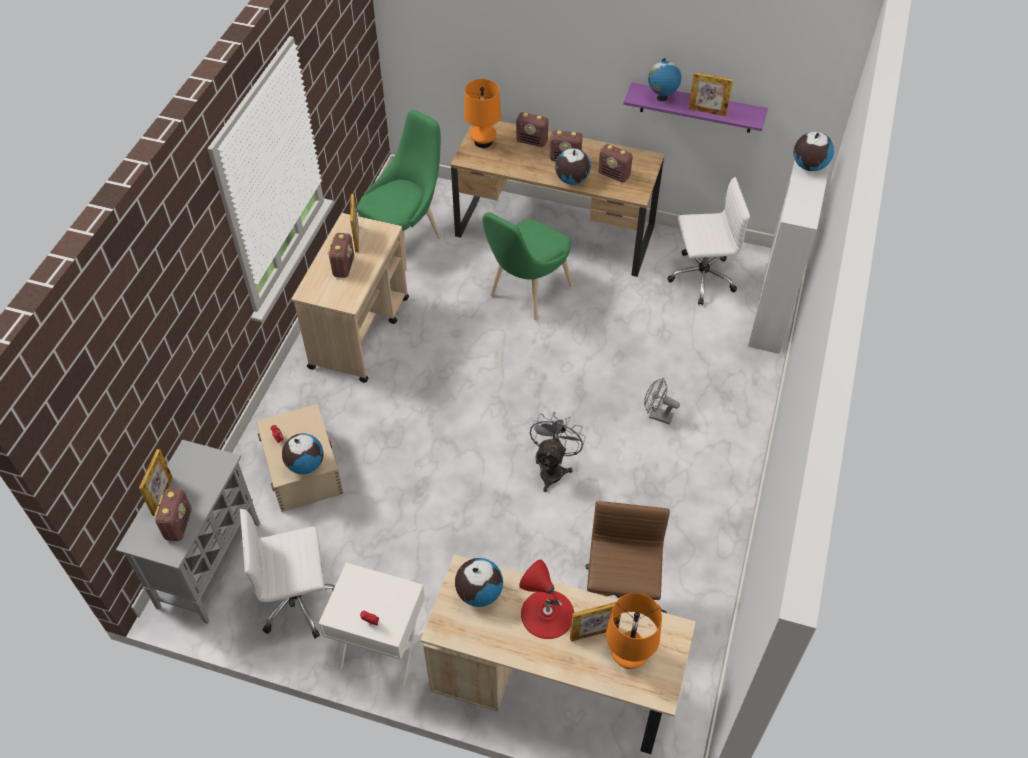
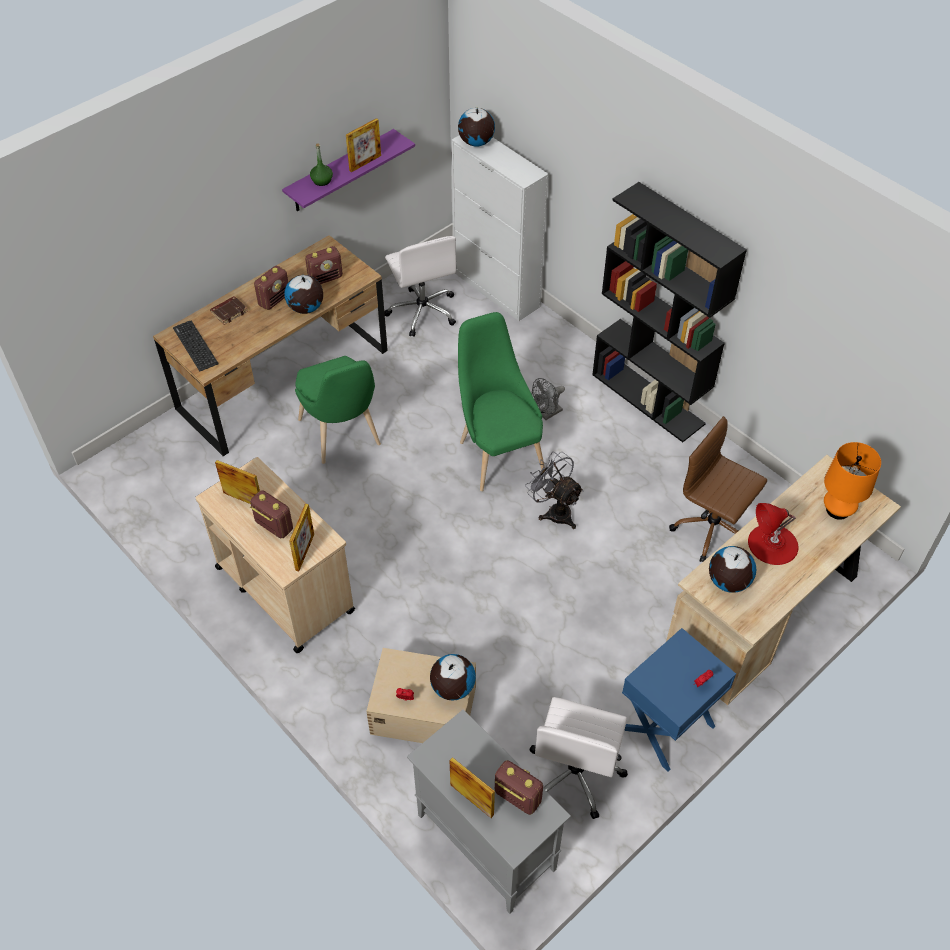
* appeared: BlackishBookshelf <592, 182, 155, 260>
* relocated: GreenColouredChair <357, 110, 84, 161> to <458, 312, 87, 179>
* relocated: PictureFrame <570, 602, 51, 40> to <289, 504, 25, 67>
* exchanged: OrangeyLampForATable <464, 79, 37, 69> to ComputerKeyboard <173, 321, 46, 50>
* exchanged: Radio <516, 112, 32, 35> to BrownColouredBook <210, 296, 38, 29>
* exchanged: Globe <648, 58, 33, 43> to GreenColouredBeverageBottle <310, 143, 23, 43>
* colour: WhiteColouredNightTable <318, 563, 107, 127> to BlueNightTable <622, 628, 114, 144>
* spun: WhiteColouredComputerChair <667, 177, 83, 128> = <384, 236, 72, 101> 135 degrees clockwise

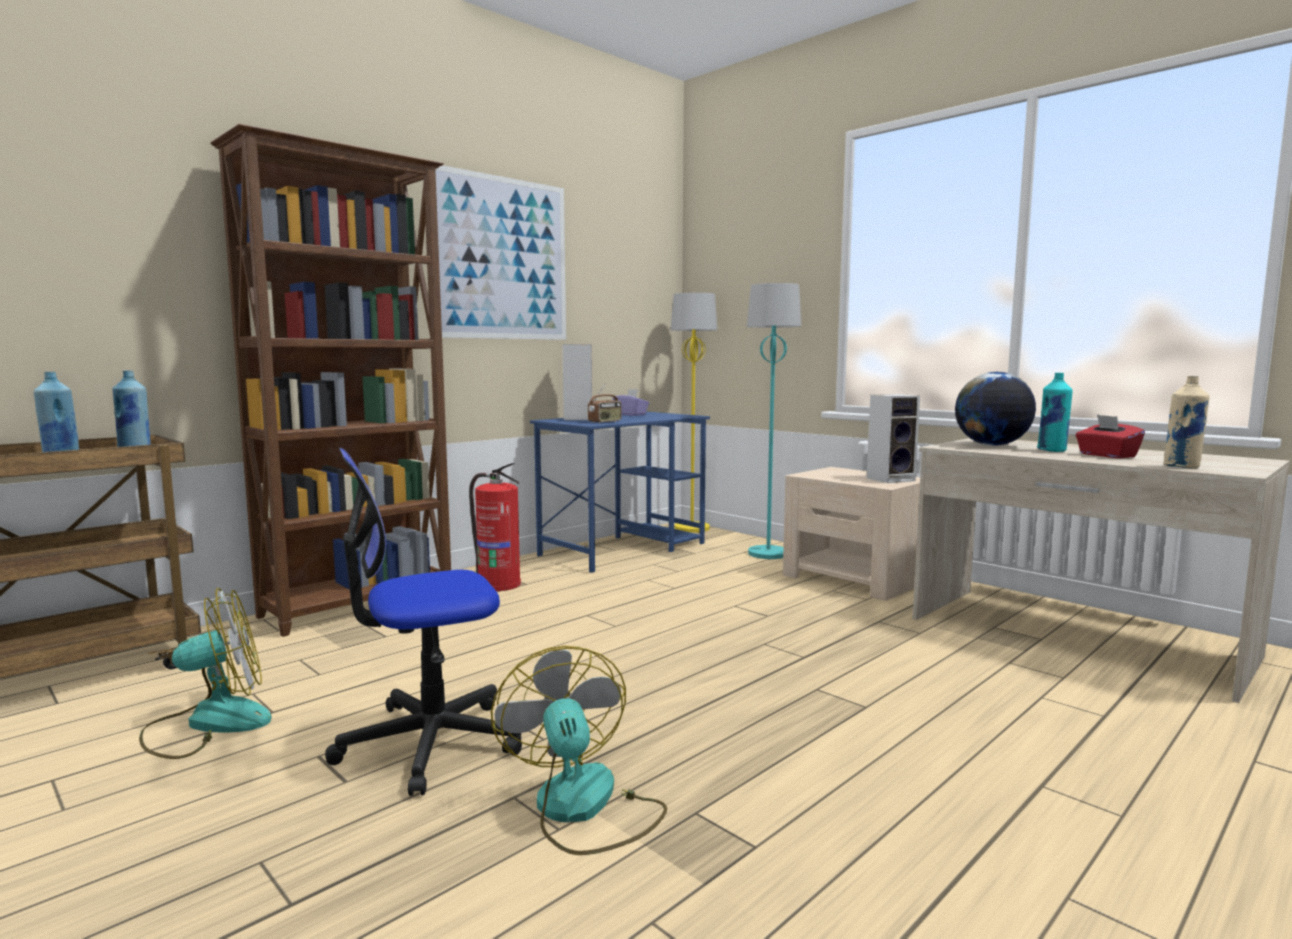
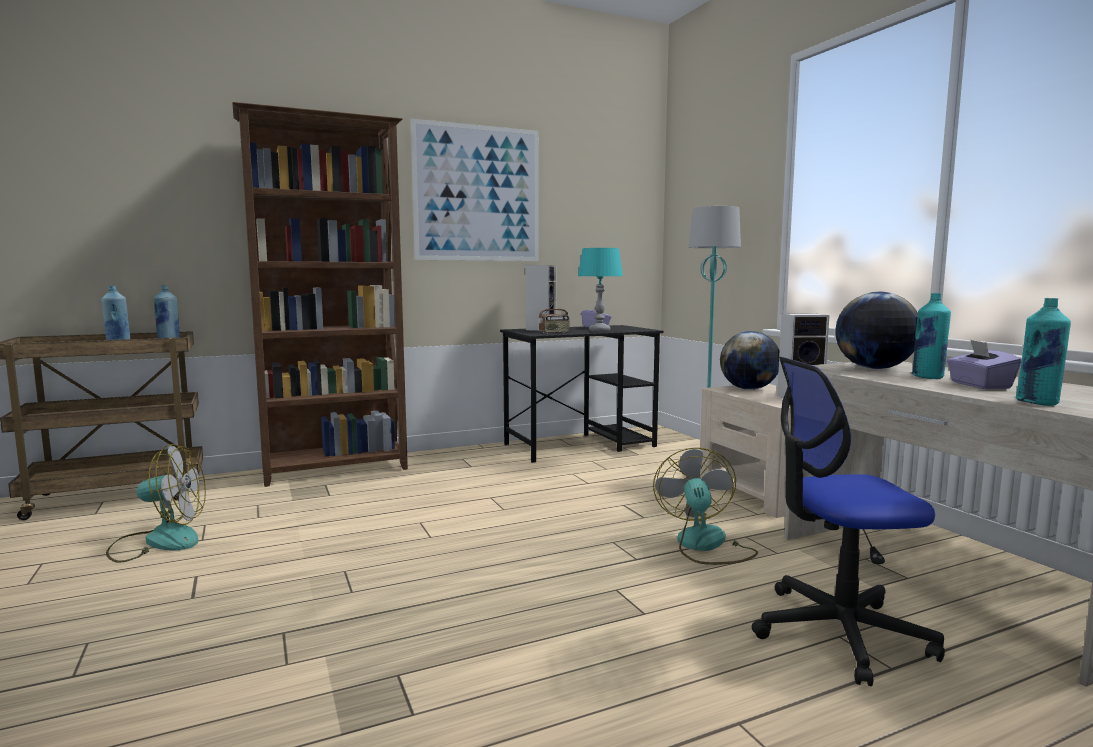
* missing: FireFightingCylinder <469, 463, 52, 128>
* missing: YellowishStandardLamp <671, 293, 46, 240>
* appeared: TurquoiseLampForATable <578, 248, 45, 84>
* appeared: Globe <720, 331, 60, 59>
* relocated: ComputerChair <325, 448, 197, 348> to <752, 357, 193, 329>
* relocated: Fan <491, 646, 176, 209> to <653, 448, 105, 117>
* colour: BlueDeskUnit <530, 412, 180, 161> to BlackishDeskUnit <500, 325, 163, 138>
* colour: RedColouredBoxOfTissues <1076, 415, 69, 43> to PurpleColouredBoxOfTissues <947, 340, 75, 49>
* colour: BeigeBeverageBottle <1164, 376, 46, 93> to TurquoiseBeverageBottle <1016, 298, 55, 108>

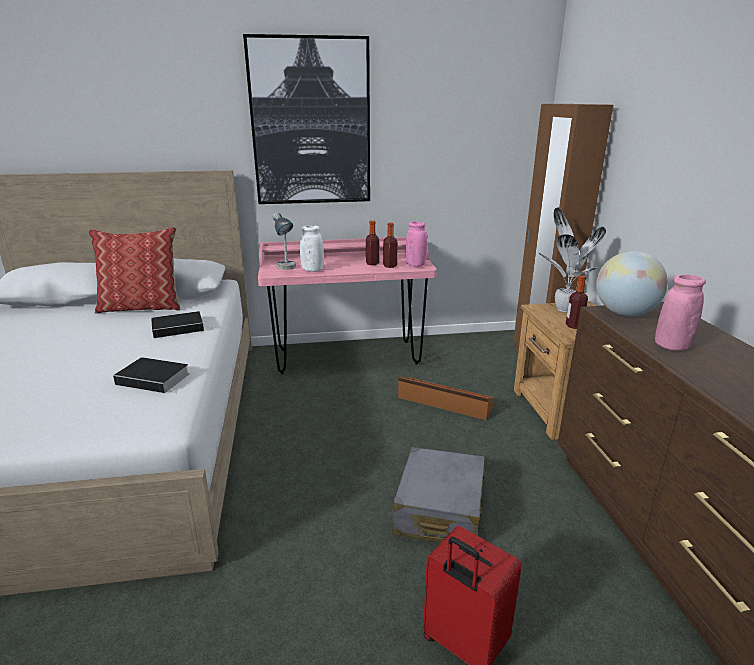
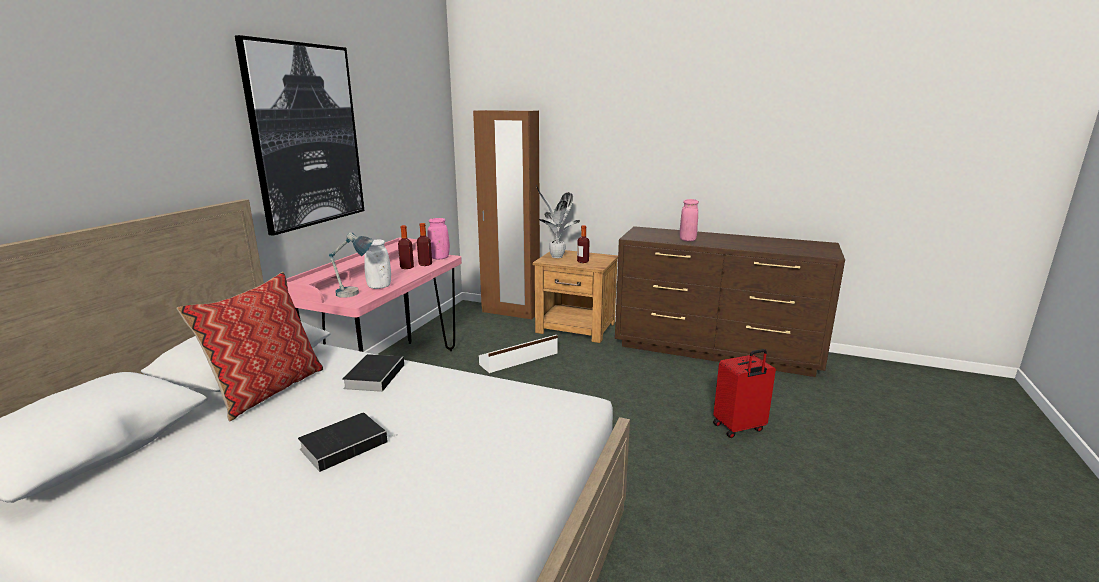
* missing: GreyishTravelCase <392, 447, 93, 96>
* missing: Globe <596, 251, 72, 65>
* relocated: Book <113, 357, 76, 36> to <298, 413, 100, 59>
* colour: BrownColouredStorageContainer <398, 377, 96, 43> to WhiteColouredStorageContainer <479, 335, 79, 38>

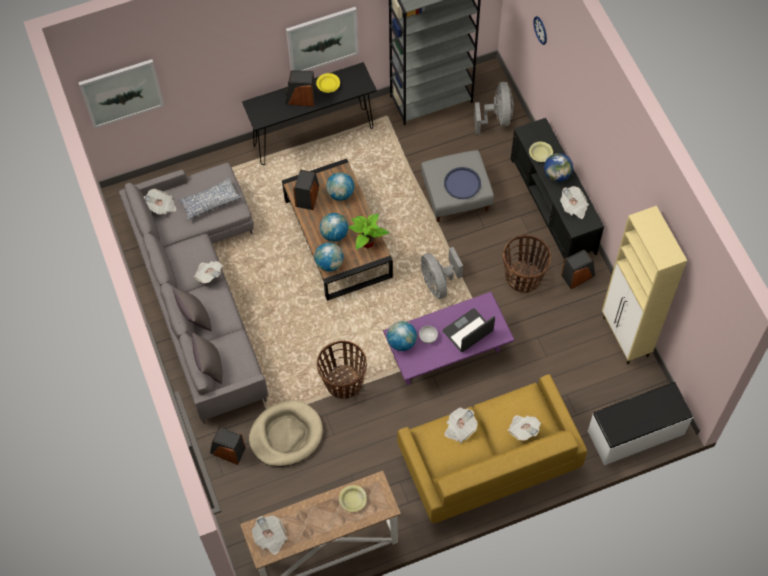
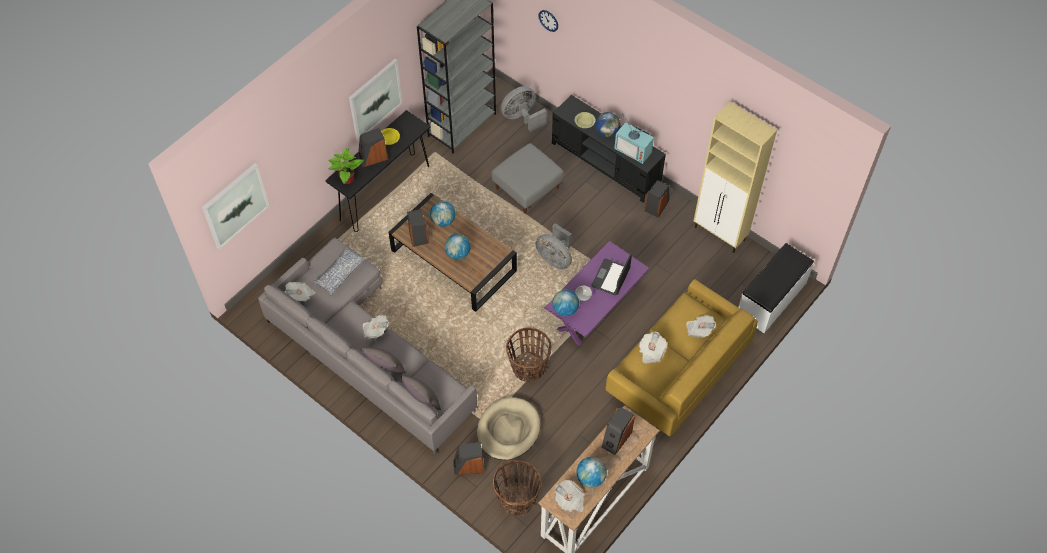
* missing: BlueServingTray <444, 167, 37, 32>
* relocated: Globe <315, 242, 29, 30> to <577, 457, 30, 31>
* relocated: PottedPlant <349, 214, 40, 36> to <329, 148, 35, 36>
* relocated: HouseholdBasket <503, 235, 48, 58> to <493, 460, 48, 56>
* exchanged: YellowishBowl <339, 485, 28, 27> to Loudspeaker <601, 406, 34, 49>
* exchanged: PrintedPaper <560, 186, 29, 33> to TvSet <614, 113, 40, 51>
* spun: GreyishFan <474, 82, 40, 52> = <500, 86, 47, 46> 90 degrees counterclockwise

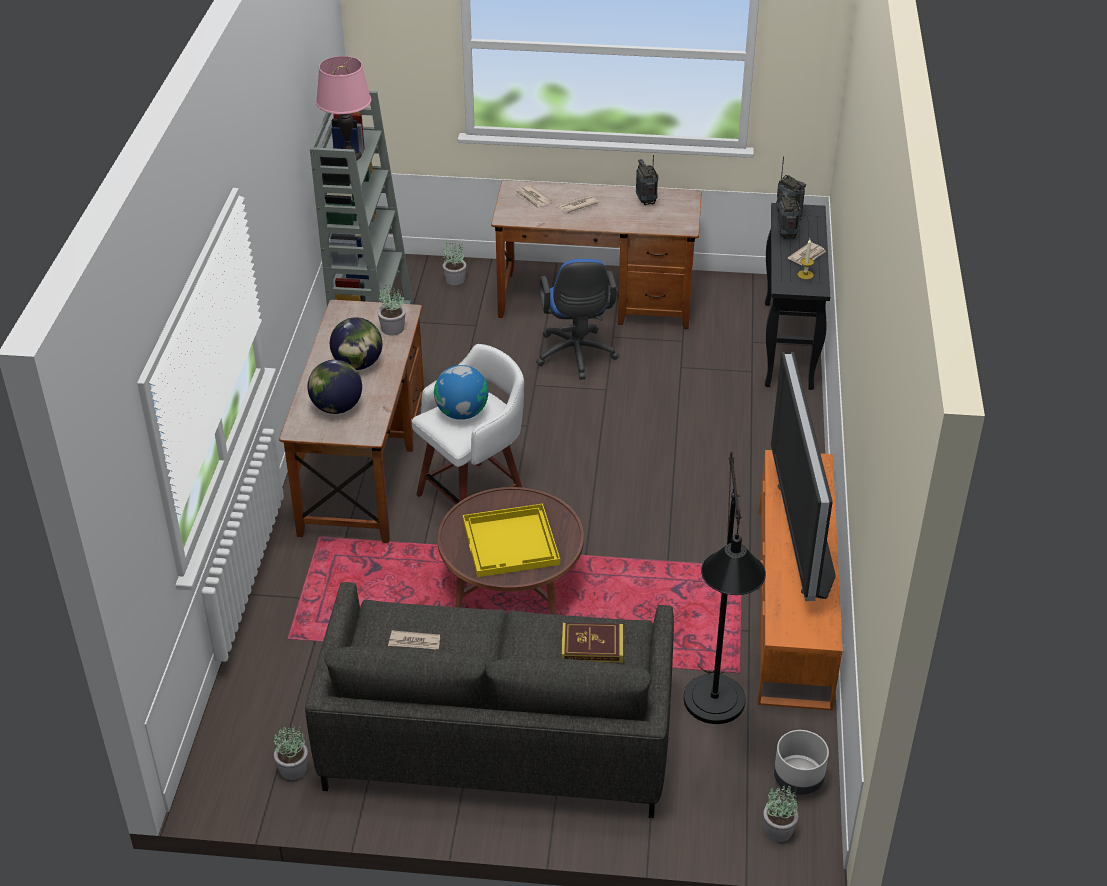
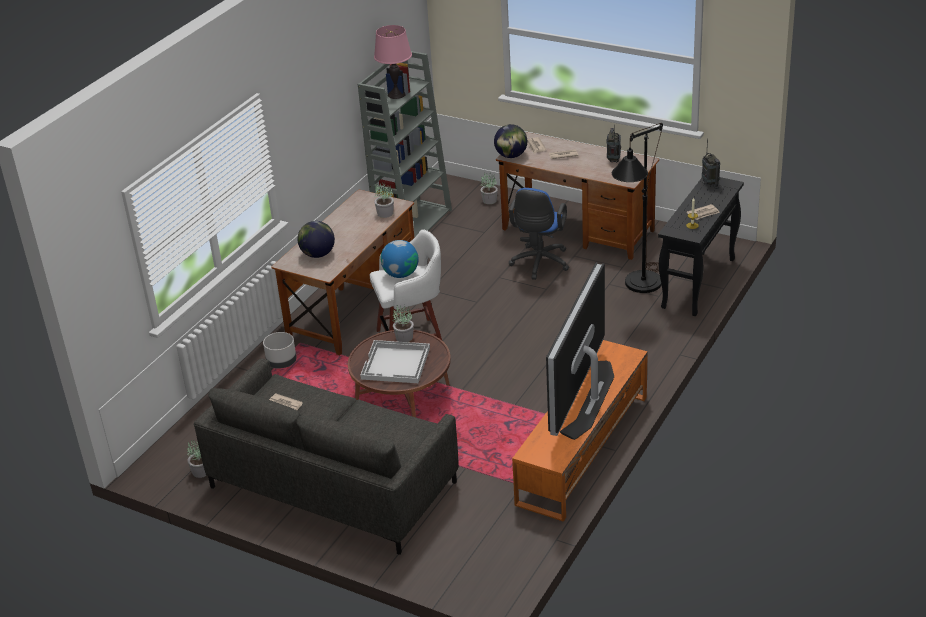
* missing: Book <561, 623, 62, 40>
* missing: Radio <777, 188, 24, 51>
* relocated: Globe <330, 317, 52, 53> to <494, 124, 33, 34>
* relocated: BlackishStandardLamp <684, 452, 82, 272> to <612, 123, 51, 170>
* relocated: PottedPlant <763, 784, 35, 58> to <393, 305, 21, 37>
* relocated: GreyishPlantPot <774, 730, 55, 65> to <263, 332, 34, 37>
* colour: YellowishServingTray <463, 504, 97, 73> to WhiteColouredServingTray <360, 340, 70, 43>

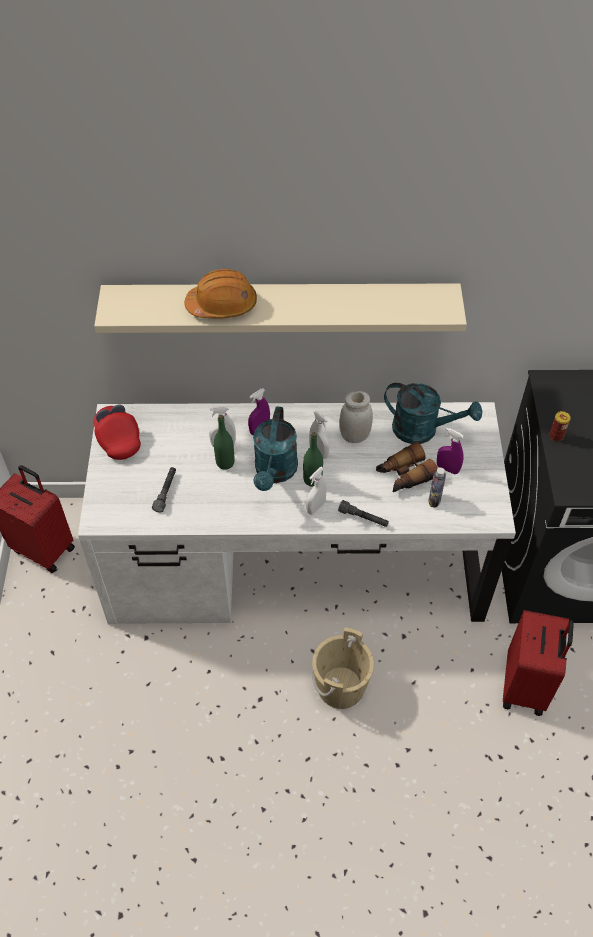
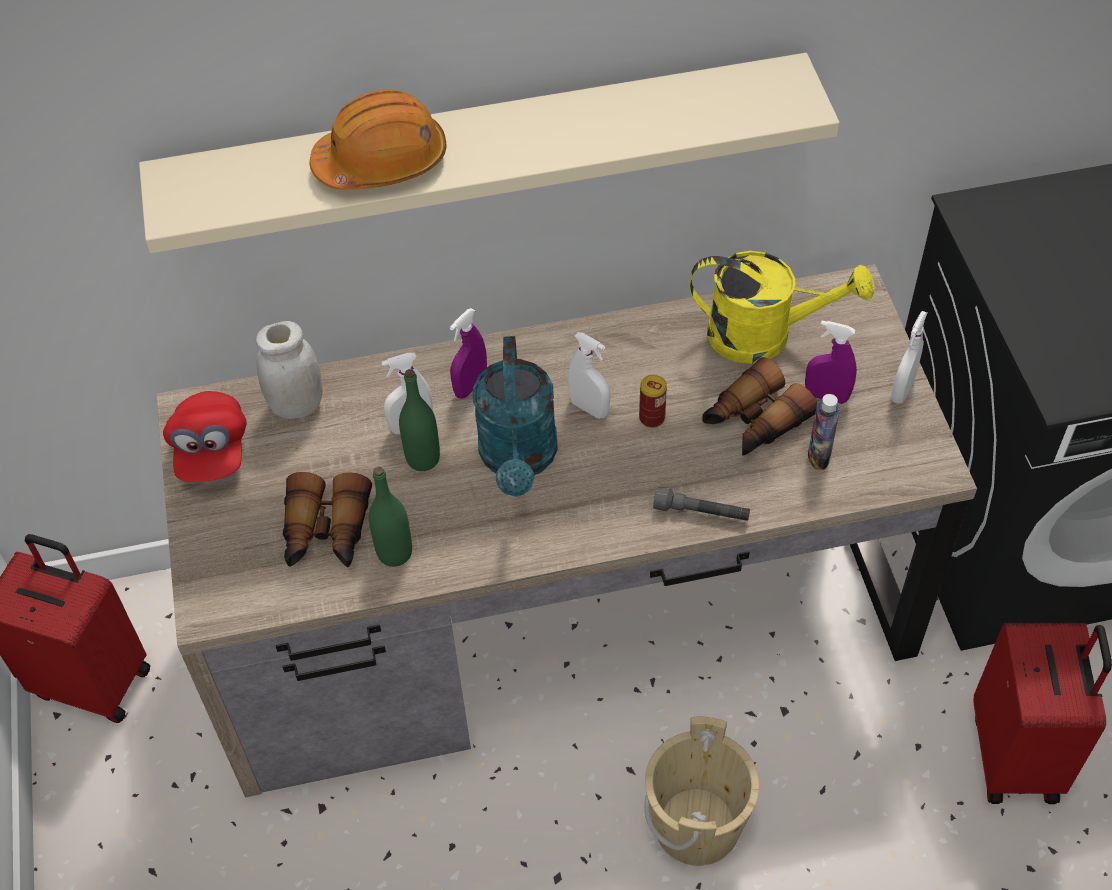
* relocated: GreenColouredBeverageBottle <303, 432, 20, 55> to <369, 467, 43, 100>
* relocated: WhiteColouredHandSprayer <306, 467, 21, 48> to <891, 311, 36, 93>
* relocated: WhiteColouredStorageJar <339, 391, 34, 52> to <256, 321, 67, 98>
* relocated: SealedCan <549, 411, 22, 30> to <639, 375, 28, 53>
* exchanged: GreyishTorch <152, 467, 24, 46> to PairOfBinoculars <283, 472, 89, 95>
* colour: WhiteColouredDeskUnit <78, 402, 438, 222> to BrownColouredDeskUnit <156, 264, 821, 534>
* colour: TurquoiseWateringPot <384, 383, 98, 61> to YellowishWateringPot <690, 251, 185, 113>
* spun: RedColouredCap <93, 405, 48, 55> = <163, 391, 84, 91> 150 degrees counterclockwise

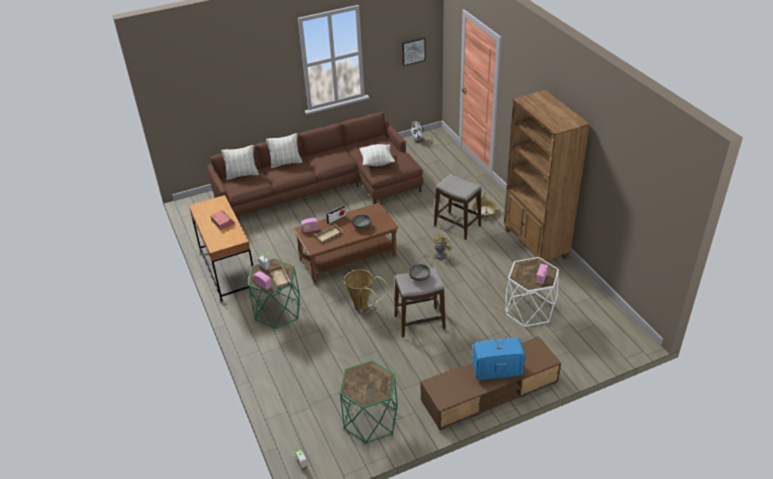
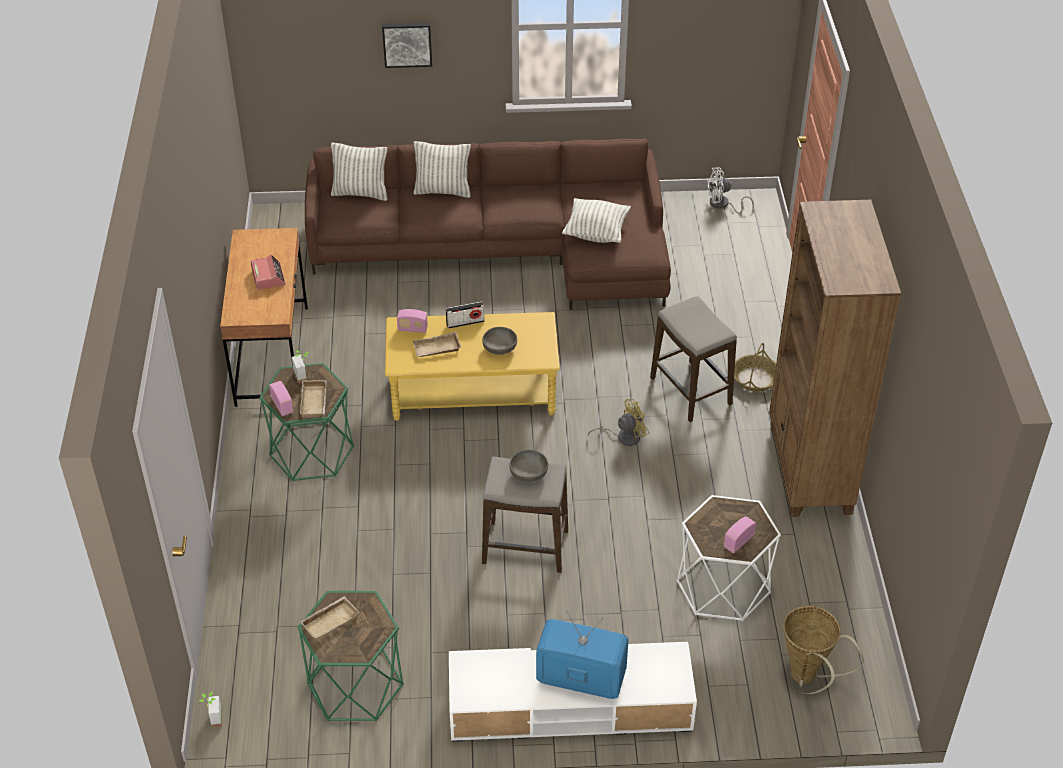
* appeared: BeigeServingTray <300, 596, 60, 44>
* relocated: HouseholdBasket <344, 269, 44, 45> to <783, 606, 81, 88>
* relocated: Picture <402, 37, 24, 29> to <382, 23, 50, 45>
* colour: BrownColouredLoungeTable <293, 202, 106, 81> to YellowishLoungeTable <385, 312, 175, 109>
* colour: BrownColouredMediaConsole <421, 336, 140, 94> to WhiteColouredMediaConsole <449, 642, 248, 100>

